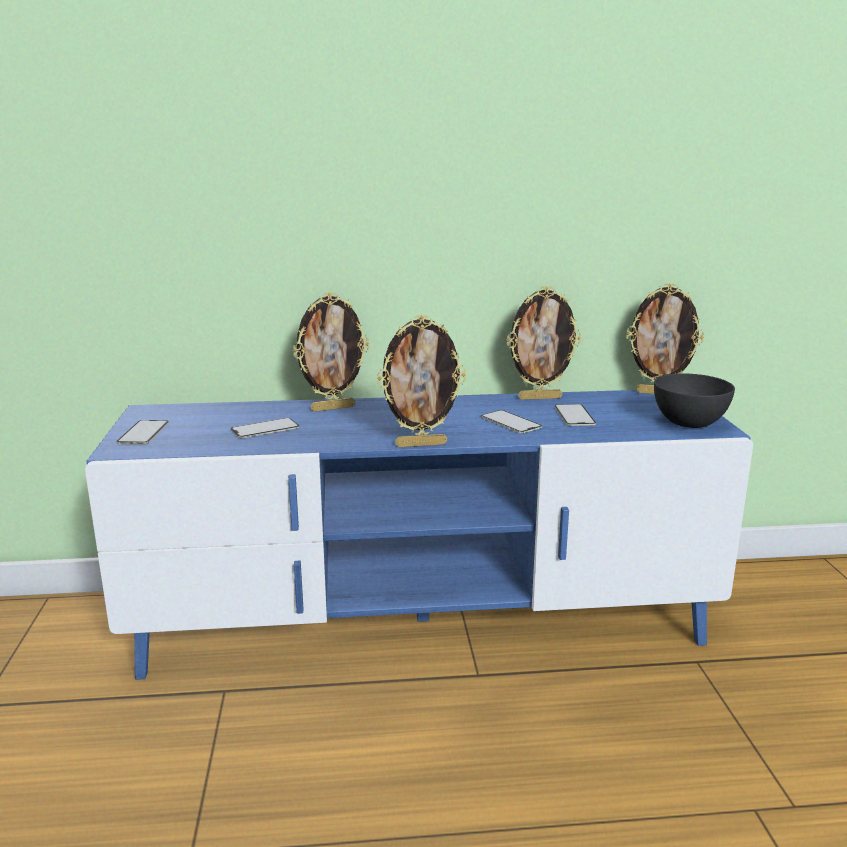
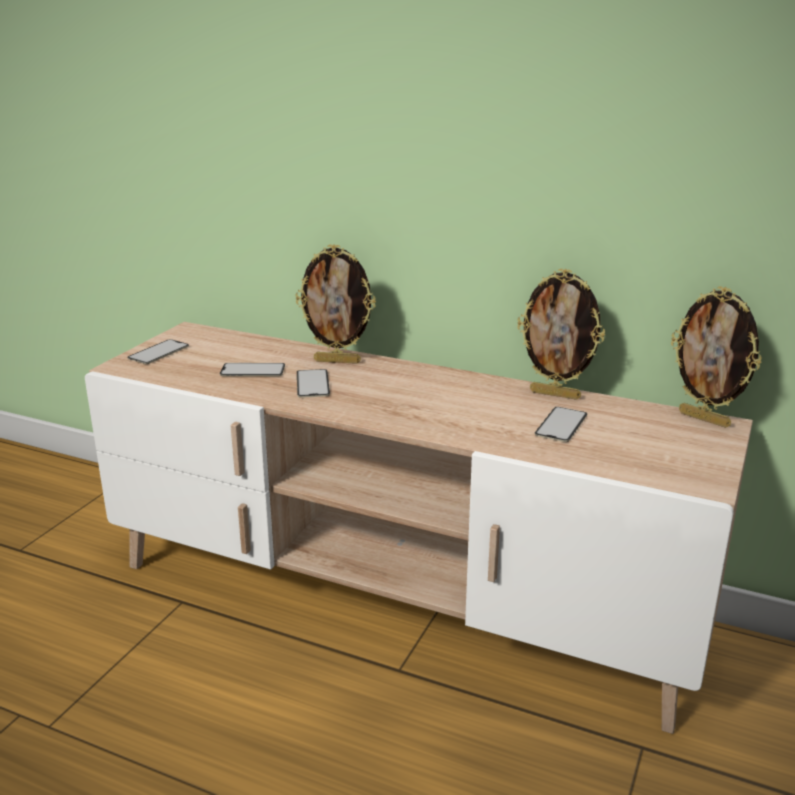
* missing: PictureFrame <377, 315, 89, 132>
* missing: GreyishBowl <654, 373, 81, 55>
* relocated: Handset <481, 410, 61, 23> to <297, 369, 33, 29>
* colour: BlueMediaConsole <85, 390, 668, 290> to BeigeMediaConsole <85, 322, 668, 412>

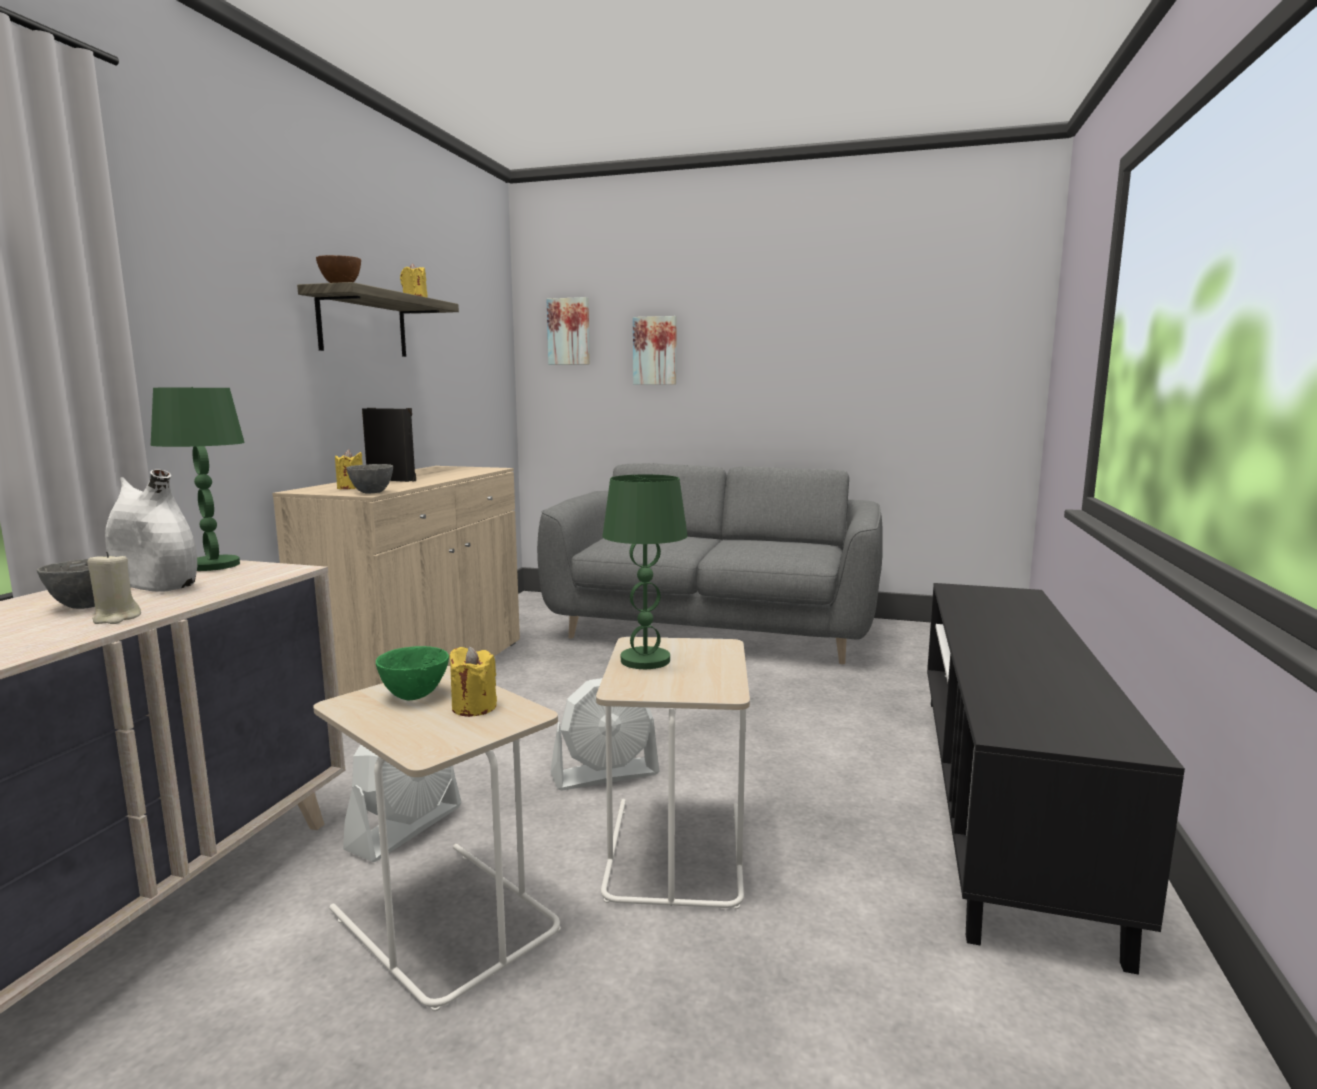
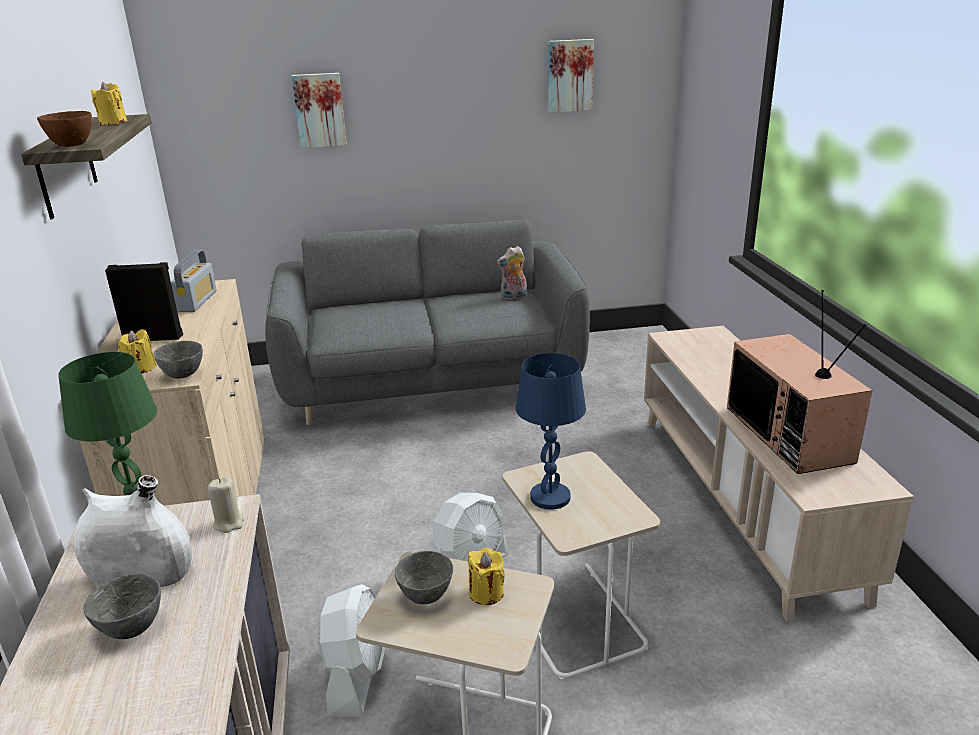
* appeared: Radio <171, 250, 46, 62>
* appeared: SoftToy <496, 246, 31, 55>
* appeared: TvSet <727, 290, 146, 184>
* relocated: BeigeWaxCandle <88, 552, 53, 72> to <208, 477, 36, 56>
* relocated: Picture <547, 297, 43, 68> to <548, 39, 46, 74>
* colour: GreenColouredBowl <376, 646, 73, 54> to GreyishBowl <395, 551, 58, 53>
* colour: GreenColouredLampForATable <602, 474, 86, 195> to BlueLampForATable <516, 353, 70, 157>
* colour: BlackishMediaConsole <927, 583, 258, 392> to BeigeMediaConsole <644, 326, 270, 295>

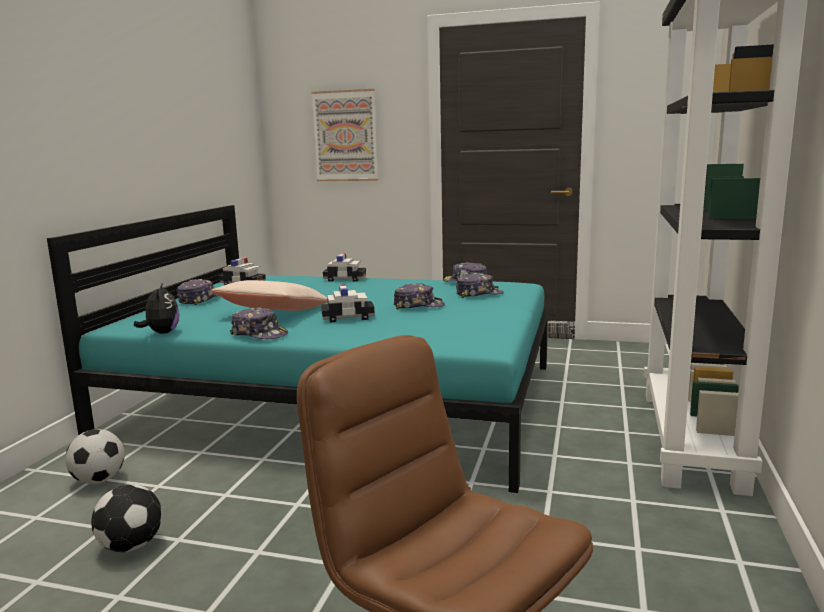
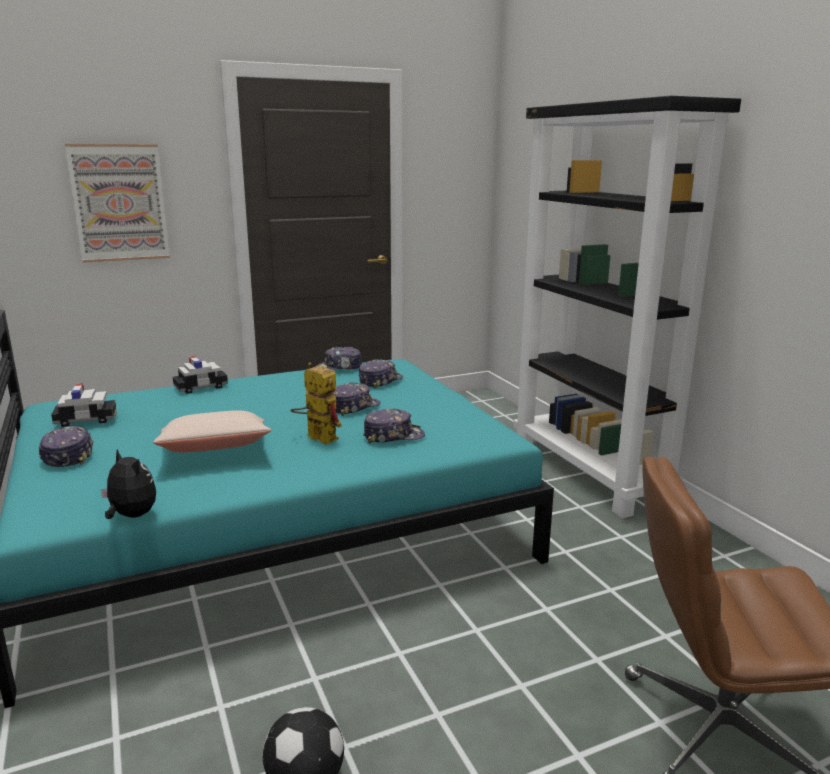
* missing: BallForFootball <65, 429, 60, 55>
* relocated: Cap <230, 307, 58, 32> to <363, 408, 62, 35>
* exchanged: MiniatureCar <321, 284, 54, 38> to ToyRobot <291, 362, 51, 82>

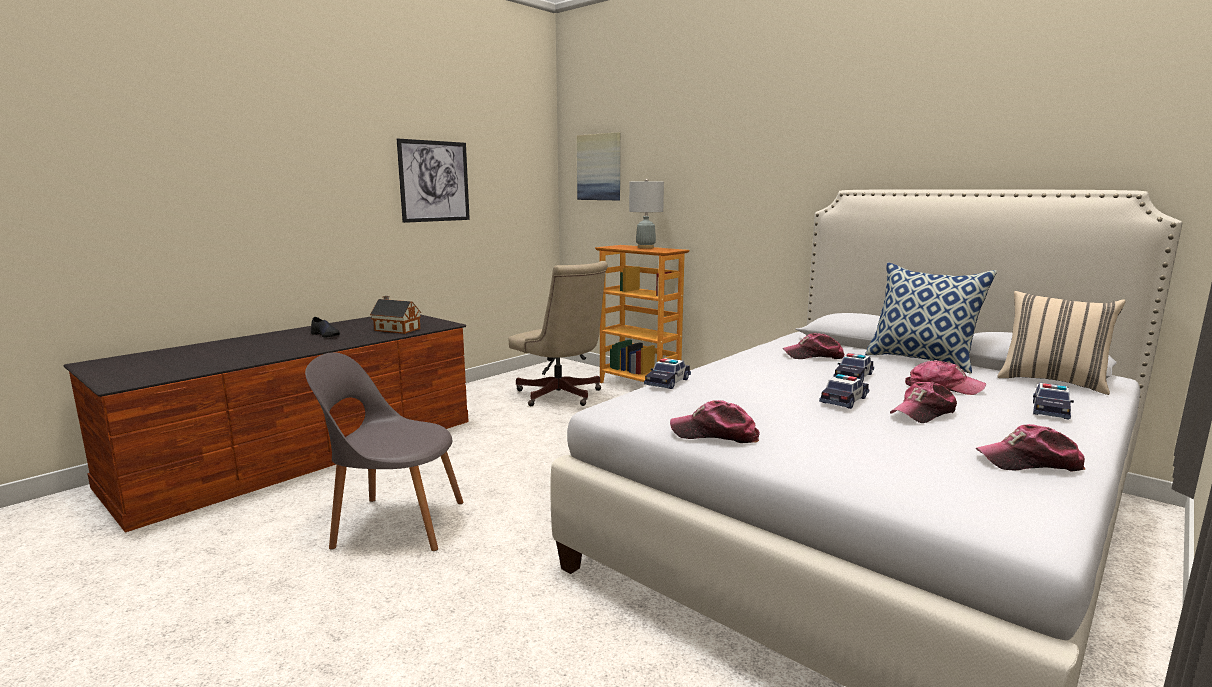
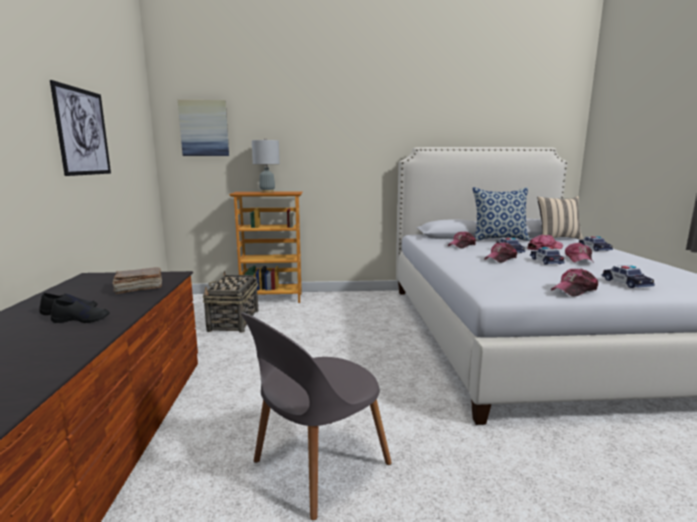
* appeared: BlackishItemOfFootwear <51, 299, 59, 24>
* relocated: MiniatureCar <644, 358, 47, 31> to <602, 265, 53, 23>
* relocated: Cap <976, 424, 110, 48> to <484, 242, 33, 21>
* exchanged: ModelHouse <370, 296, 51, 38> to BrownColouredBook <113, 267, 49, 27>
* exchanged: BeigeComputerChair <509, 261, 99, 145> to HouseholdBasket <203, 271, 55, 61>

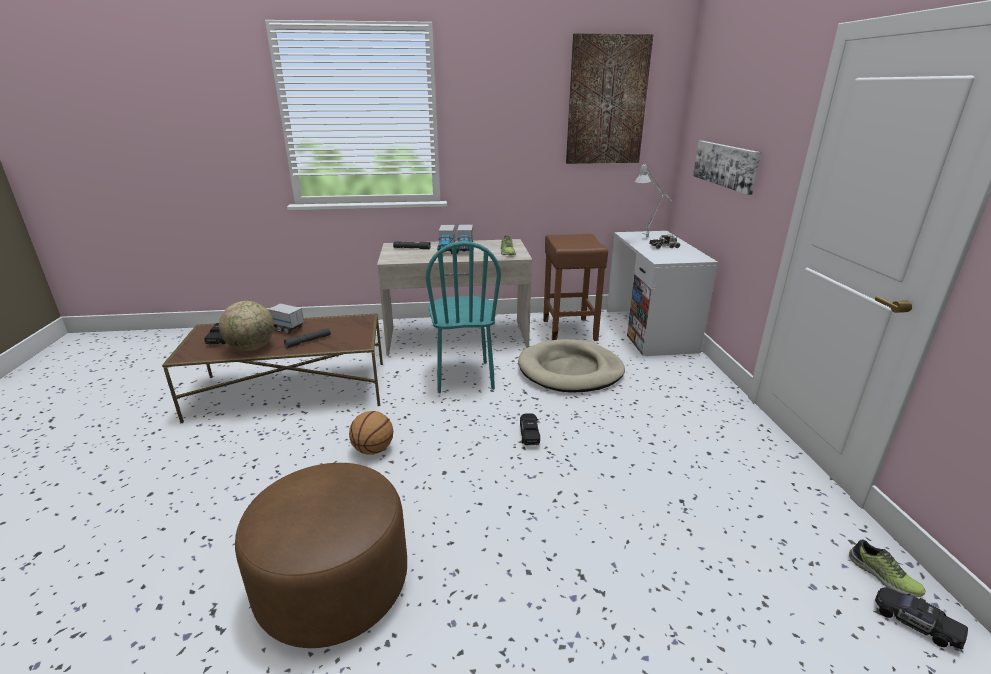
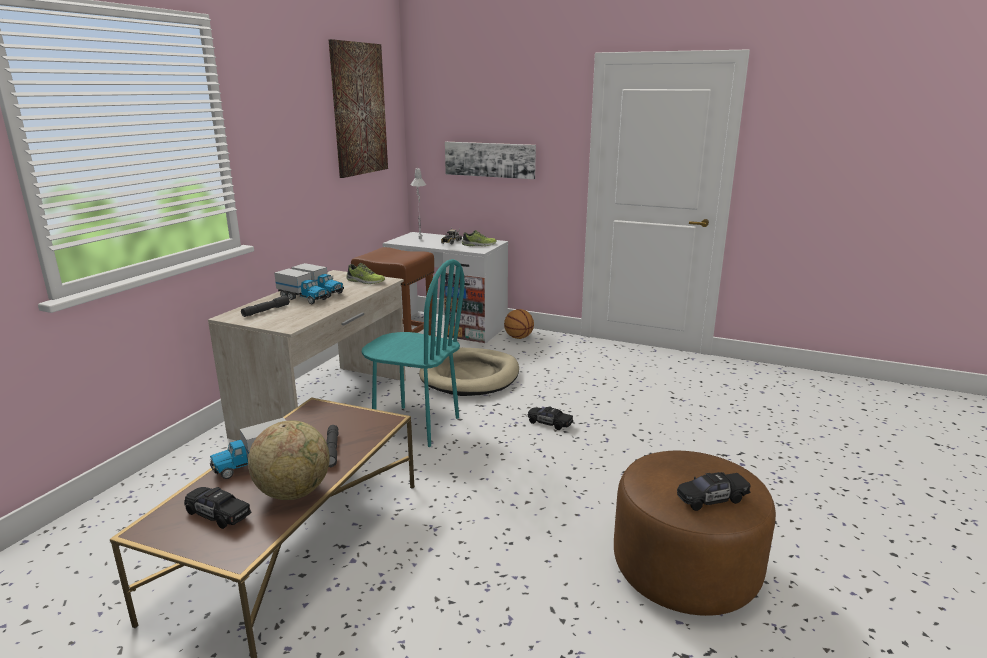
* relocated: BallForBasketball <349, 411, 44, 44> to <504, 309, 30, 30>
* relocated: ItemOfFootwear <849, 540, 77, 57> to <462, 230, 34, 16>
* relocated: BlackishMiniatureCar <875, 587, 93, 62> to <677, 472, 74, 39>

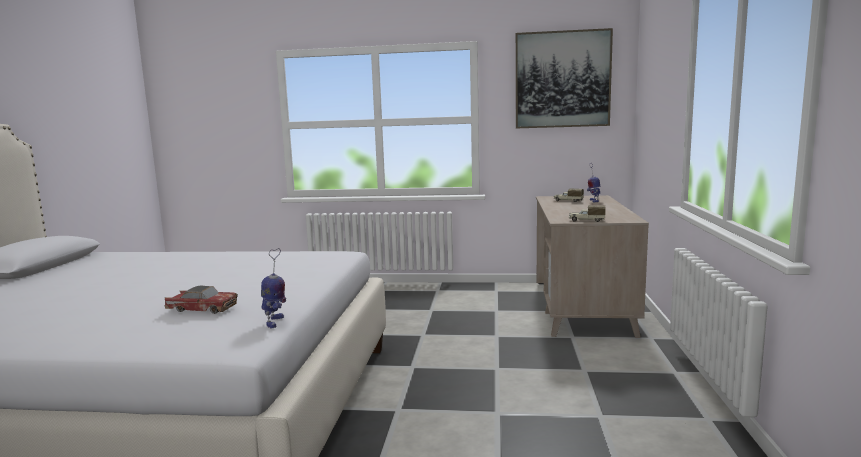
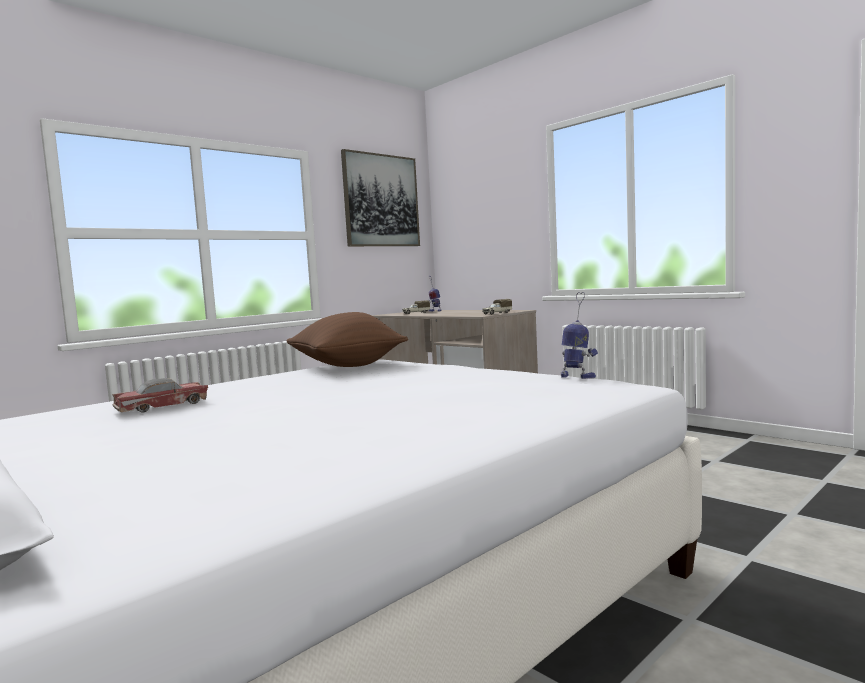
* appeared: BrownColouredPillow <286, 312, 122, 55>
* relocated: MiniatureCar <165, 286, 73, 28> to <112, 378, 96, 35>

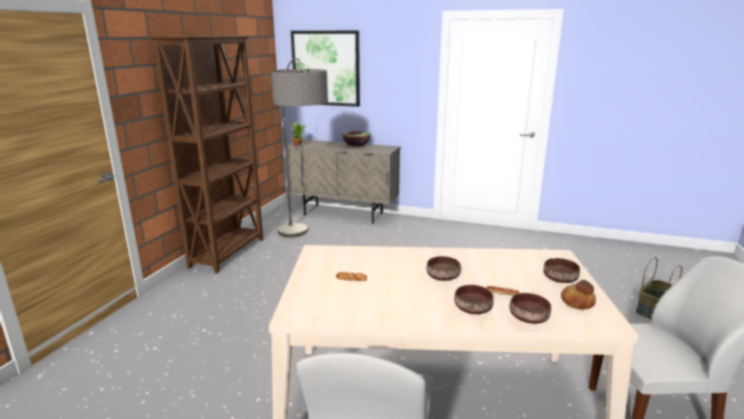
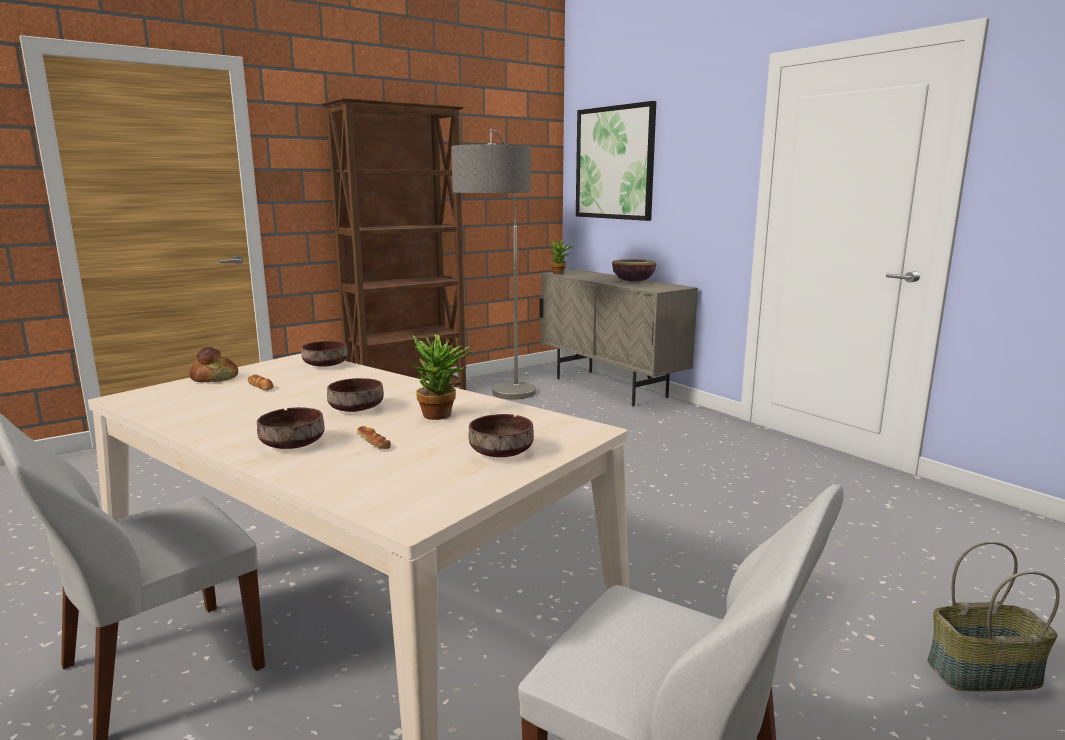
* appeared: PottedPlant <412, 334, 60, 86>
* relocated: BrownColouredBowl <510, 293, 41, 31> to <301, 341, 47, 26>
* relocated: BakeryBread <561, 280, 35, 30> to <189, 347, 49, 35>

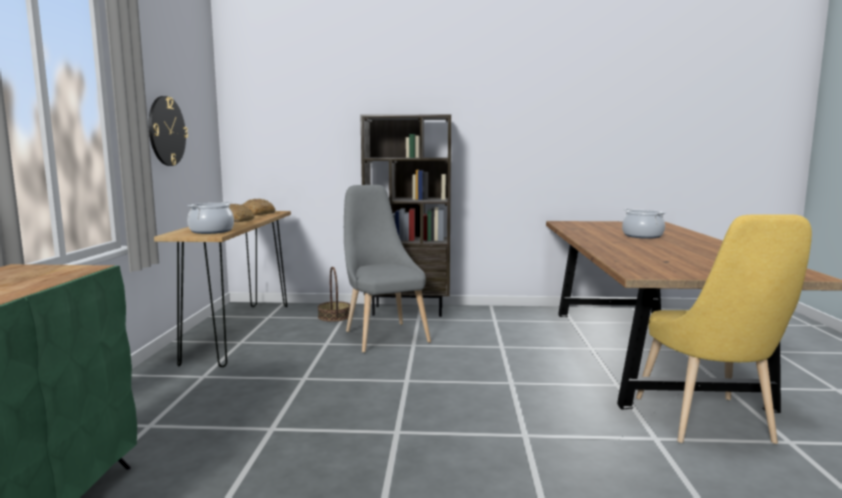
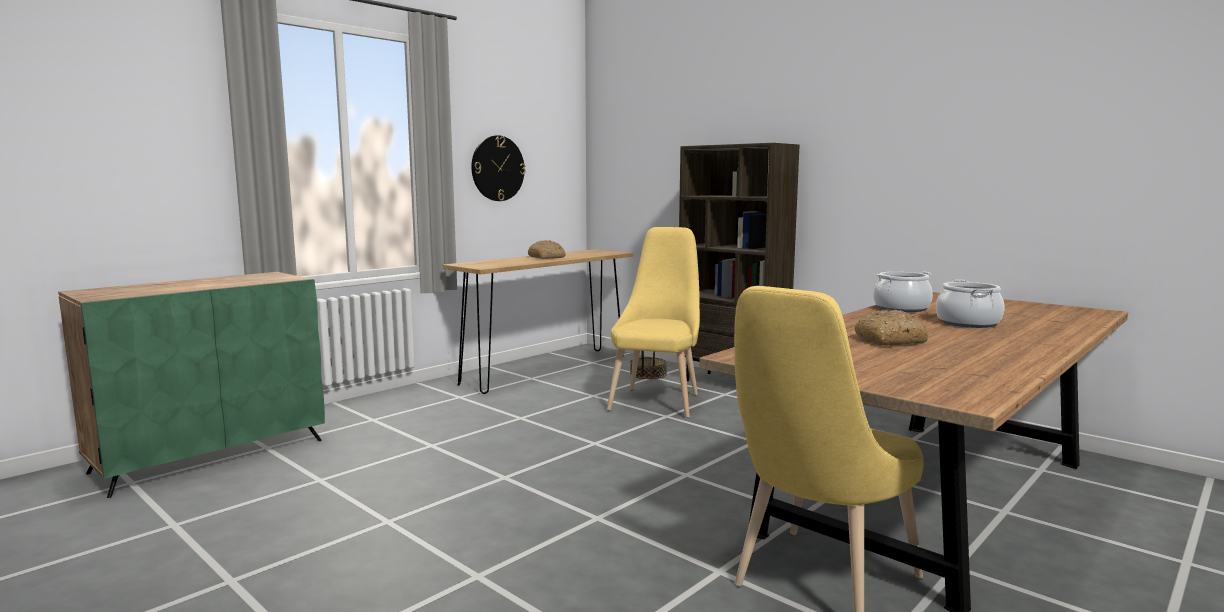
* relocated: CookingPot <187, 201, 47, 33> to <873, 272, 60, 40>
* relocated: BakeryBread <242, 199, 33, 16> to <854, 309, 75, 37>
* colour: GreyishChair <344, 185, 87, 168> to YellowishChair <607, 227, 93, 191>

